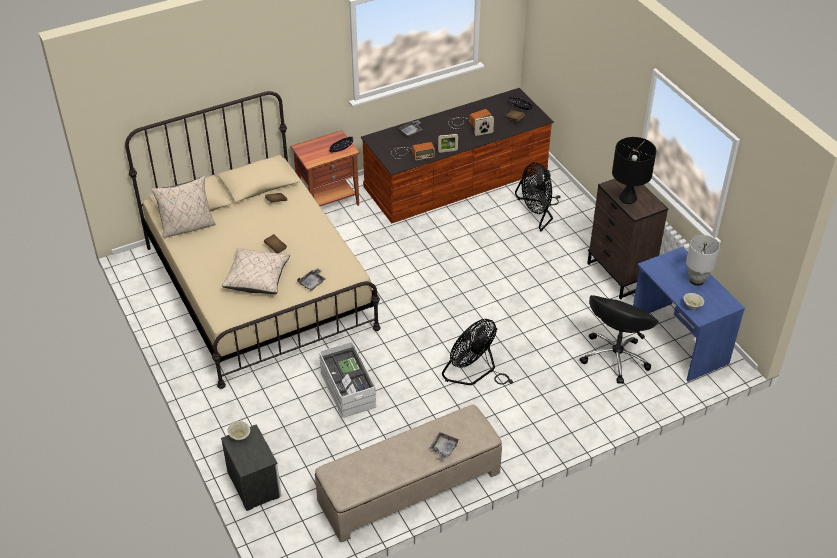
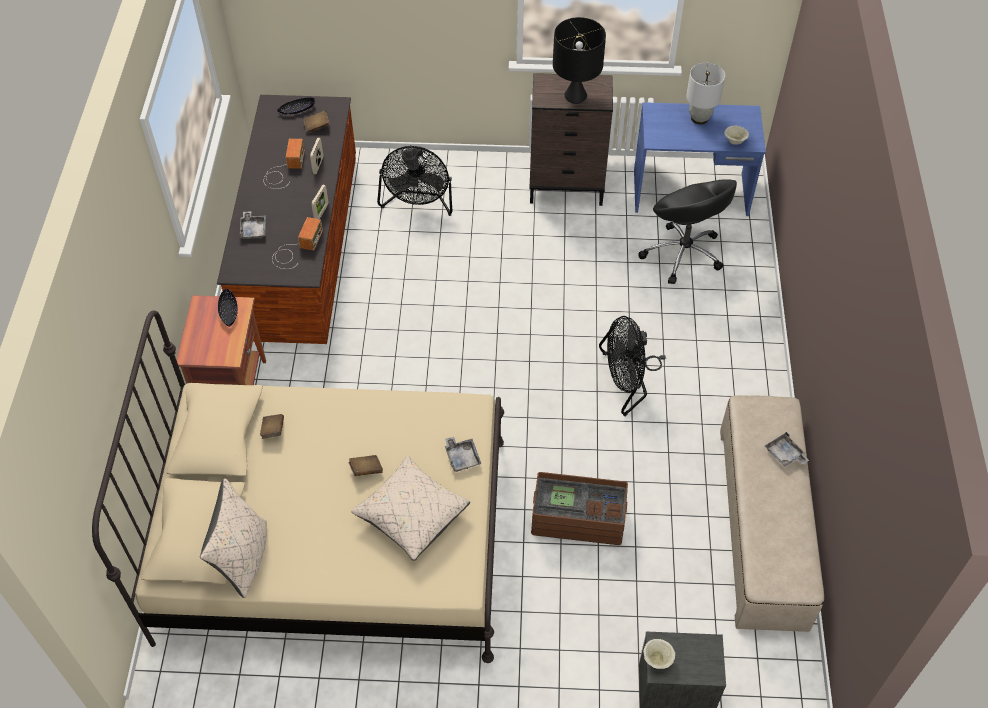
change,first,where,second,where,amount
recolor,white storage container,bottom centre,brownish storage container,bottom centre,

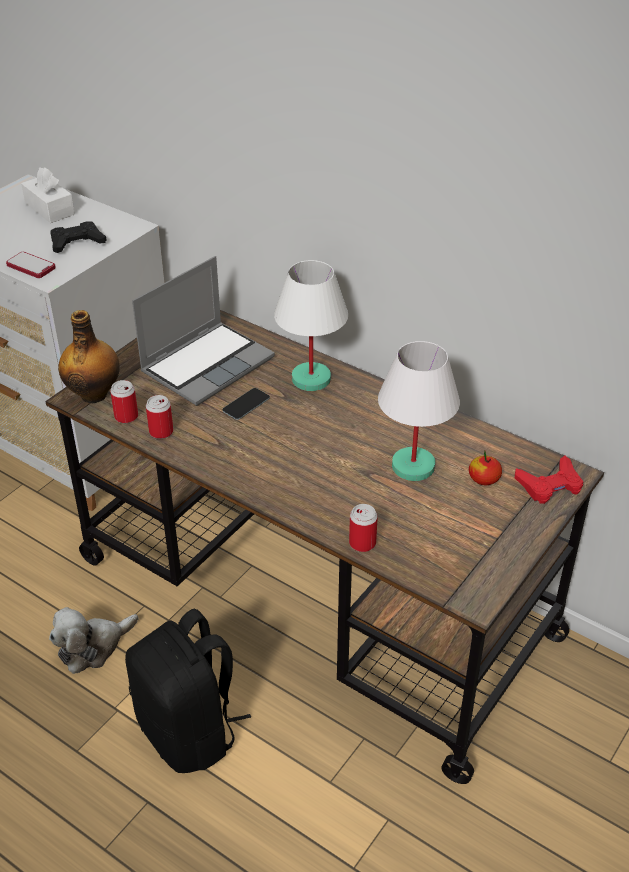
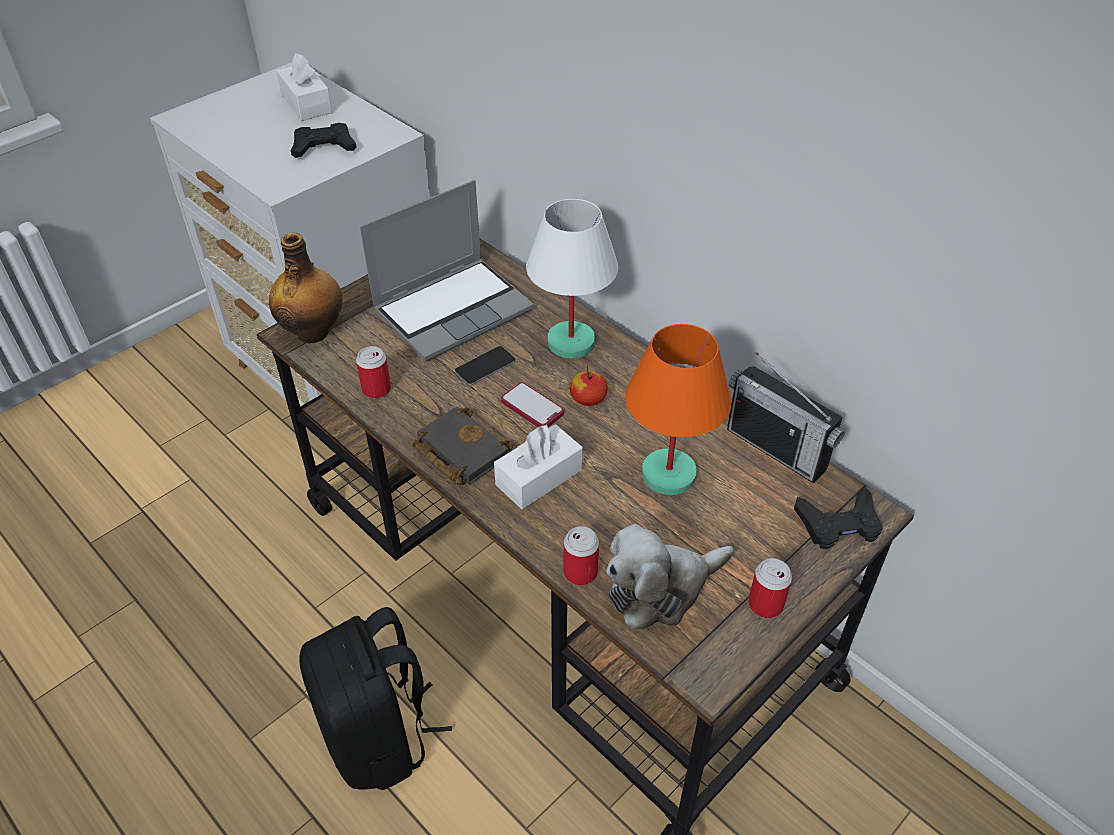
change,first,where,second,where,amount
insert,,,blackish volume,centre,
insert,,,white tissue box (2nd from left),centre,
move,handset (1st from left in the first image),top left,handset (2nd from left),centre,
move,whole apple,middle right,,centre,
move,cuddly toy,bottom left,,bottom centre,
recolor,white lamp for a table (2nd from left),centre,orangey lamp for a table,centre,
insert,,,radio,middle right,
move,sealed can (1st from left in the first image),middle left,sealed can (3rd from left),bottom right,
recolor,red joypad,middle right,blackish joypad (2nd from left),middle right,

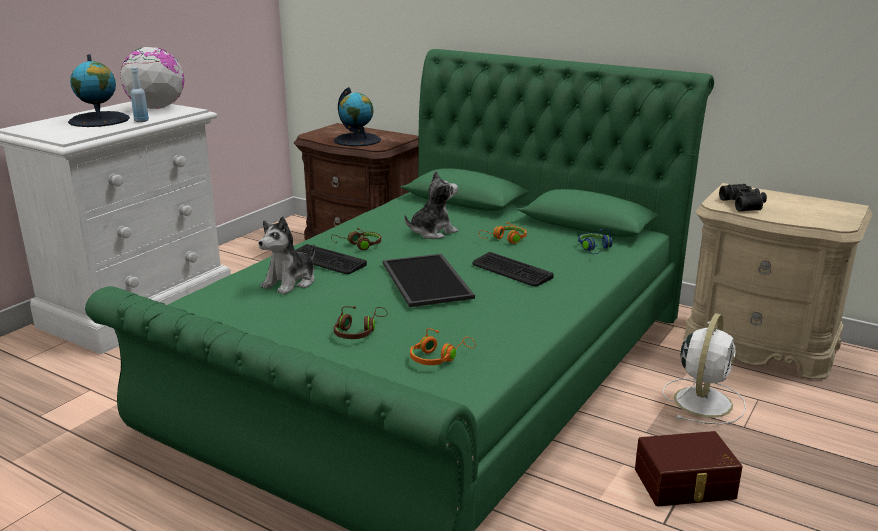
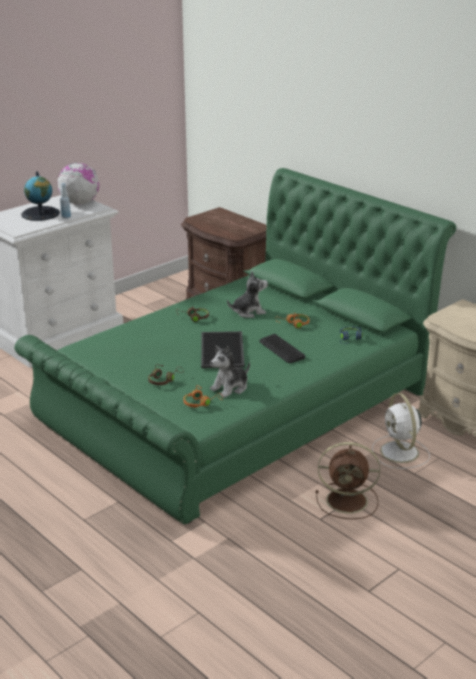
change,first,where,second,where,amount
move,cuddly toy (1st from left),middle left,,centre,
replace,brownish storage container,bottom right,brownish fan,bottom right,
rotate,white fan,bottom right,,middle right,120 degrees clockwise
delete,computer keyboard (1st from left),centre,,,
delete,globe (3rd from left),top centre,,,
delete,blackish binoculars,middle right,,,

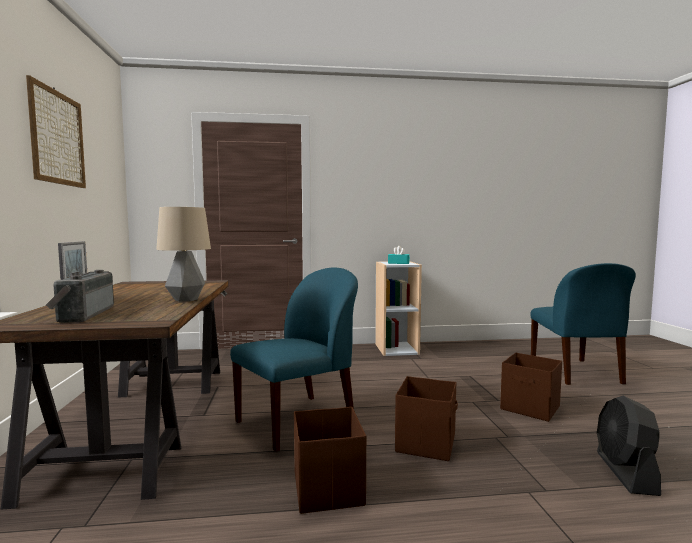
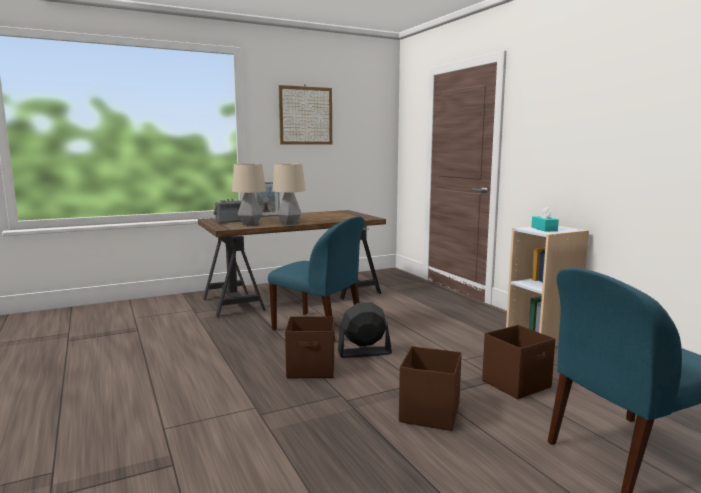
change,first,where,second,where,amount
insert,,,lamp for a table (1st from left),centre,
move,blackish fan,bottom right,,bottom centre,
move,brownish storage container (1st from left in the first image),bottom centre,brownish storage container (3rd from left),bottom right,

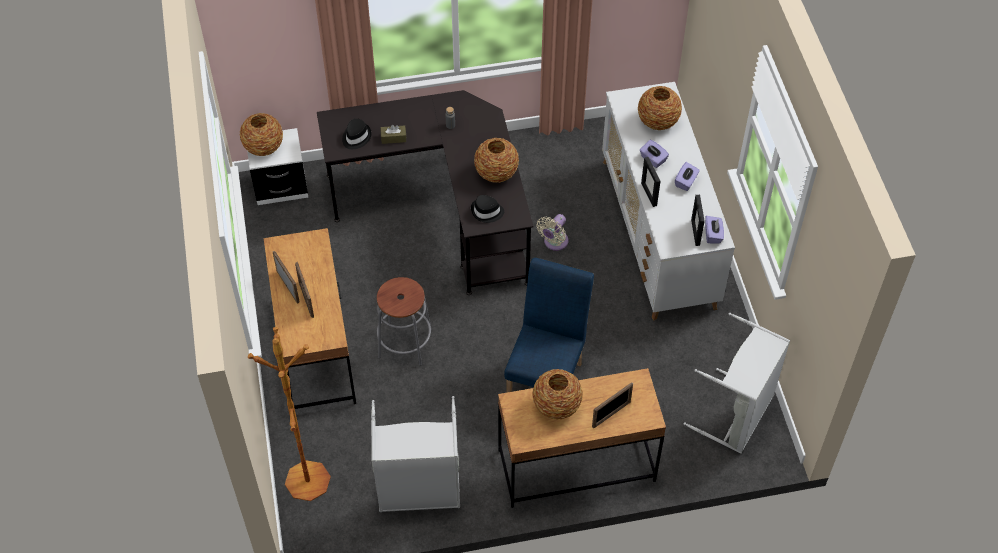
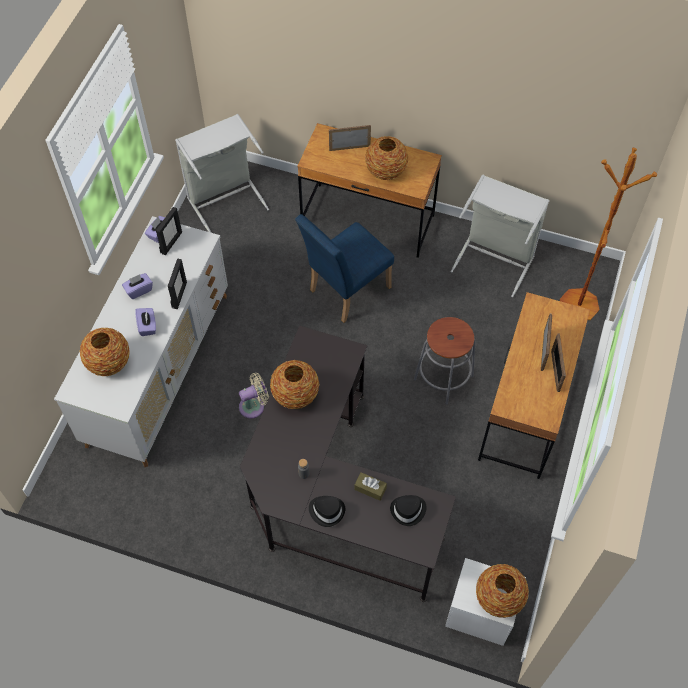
change,first,where,second,where,amount
move,blackish wearable hat (2nd from left in the first image),centre,blackish wearable hat (1st from left),bottom centre,

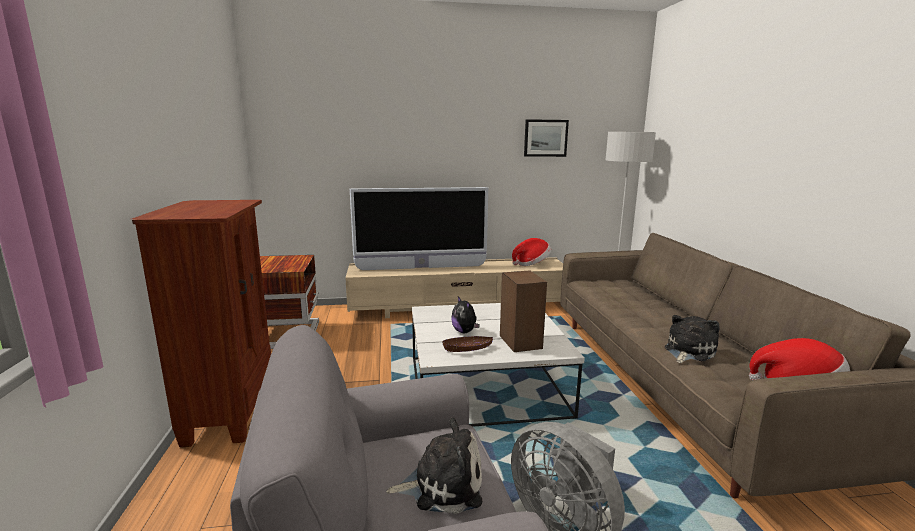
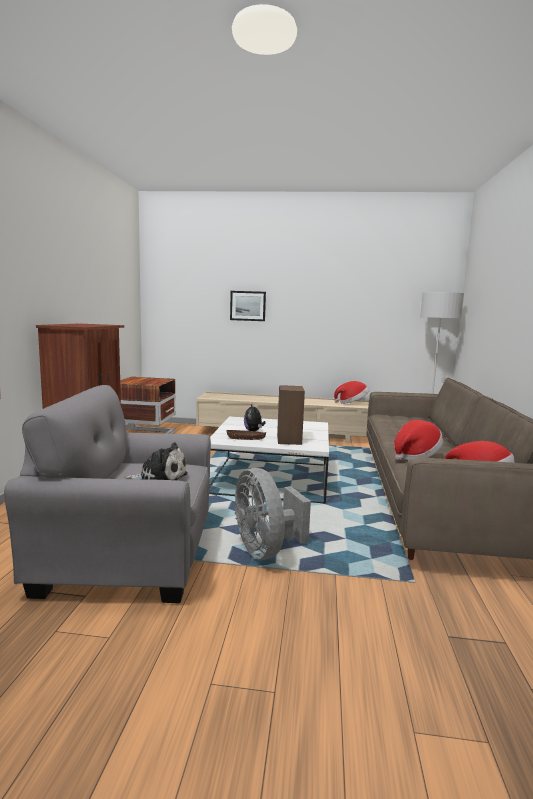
change,first,where,second,where,amount
move,wall picture,top centre,,centre,
replace,cuddly toy (3rd from left),middle right,wearable hat (2nd from left),middle right,
delete,TV,centre,,,

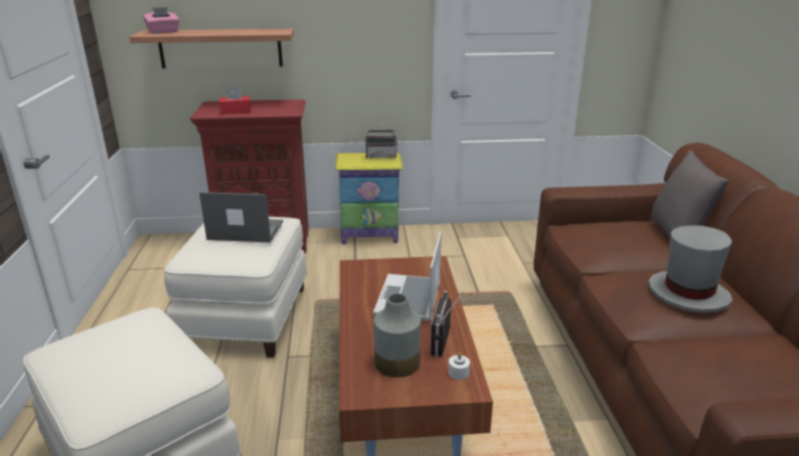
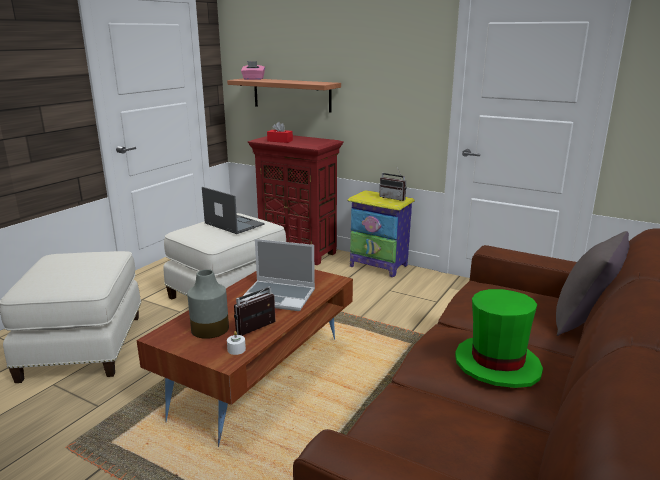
change,first,where,second,where,amount
rotate,portable computer (2nd from left),centre,,centre,120 degrees counterclockwise
recolor,grey wearable hat,middle right,green wearable hat,bottom right,

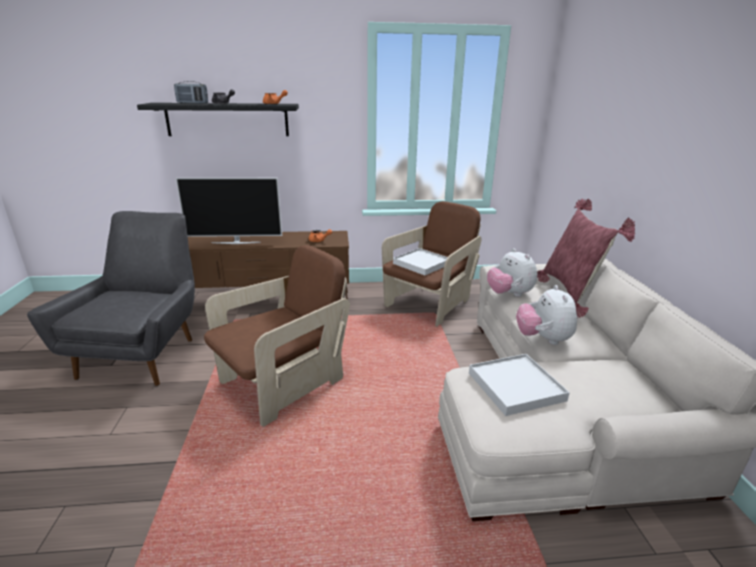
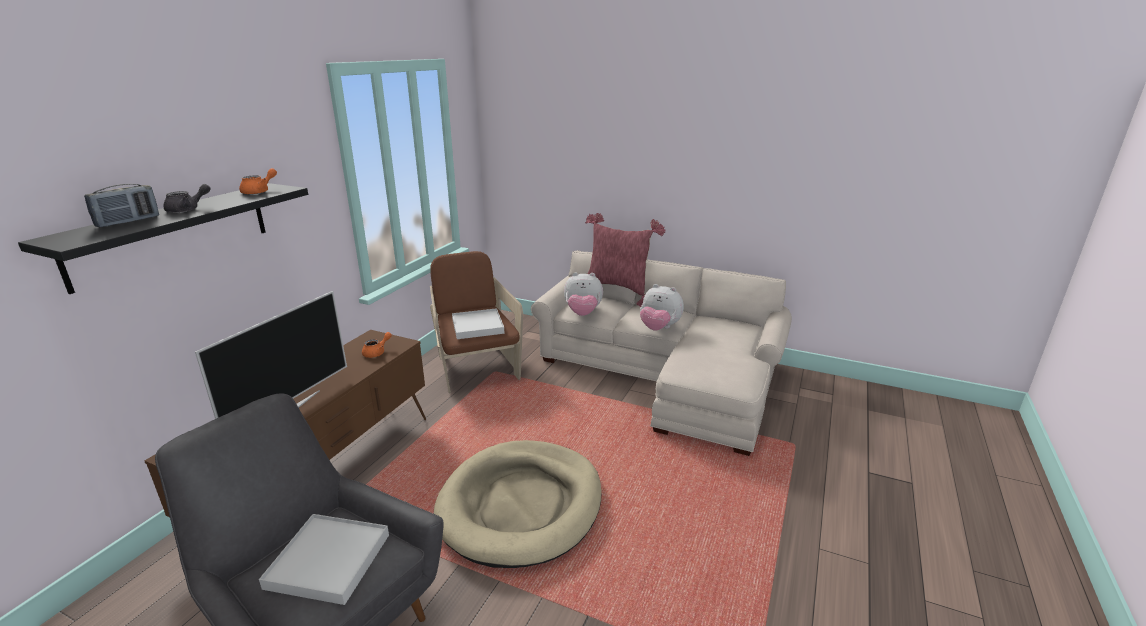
change,first,where,second,where,amount
move,white tray (2nd from left in the first image),bottom right,white tray (1st from left),bottom left,
replace,brownish lounge chair (1st from left),centre,sand-coloured dog bed,bottom centre,

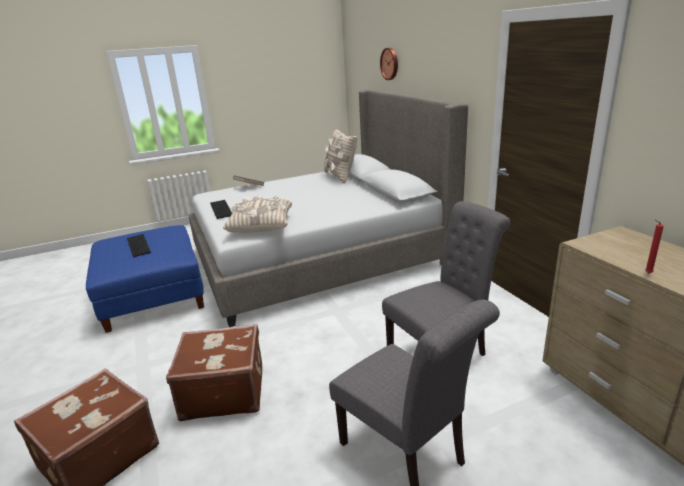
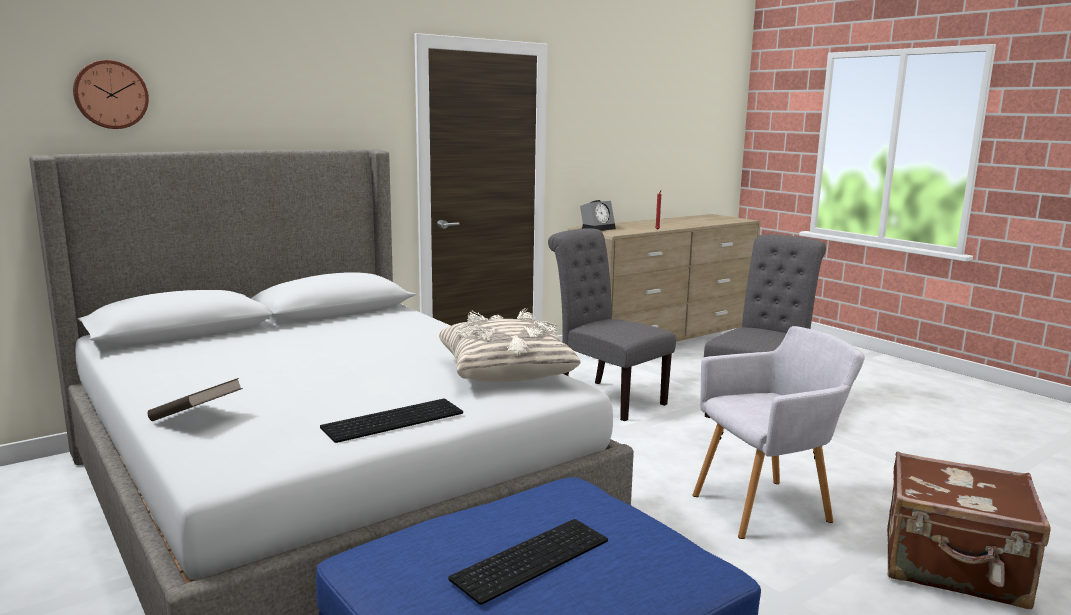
change,first,where,second,where,amount
insert,,,table clock,centre,
replace,brownish piece of luggage (2nd from left),bottom left,grey lounge chair,bottom right,
delete,sand-coloured pillow (2nd from left),top centre,,,

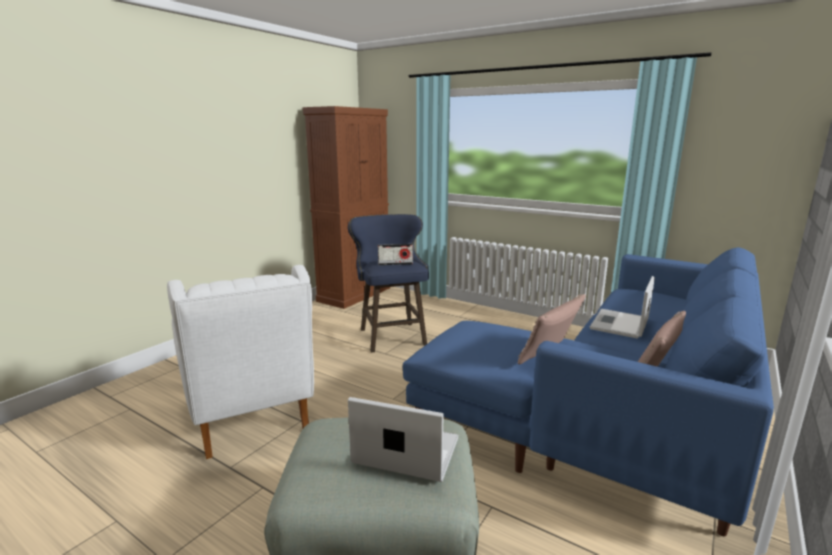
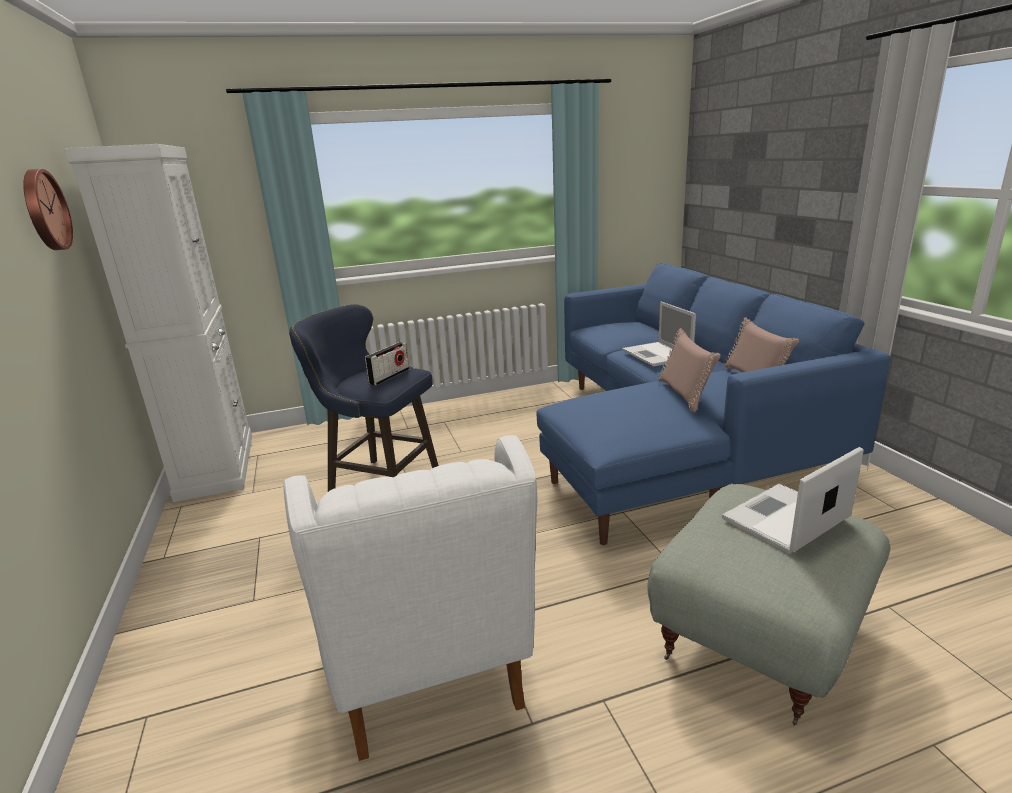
change,first,where,second,where,amount
insert,,,hanging clock,top left,
recolor,brownish cupboard,centre,white cupboard,middle left,
rotate,white lounge chair,middle left,,bottom centre,60 degrees clockwise

